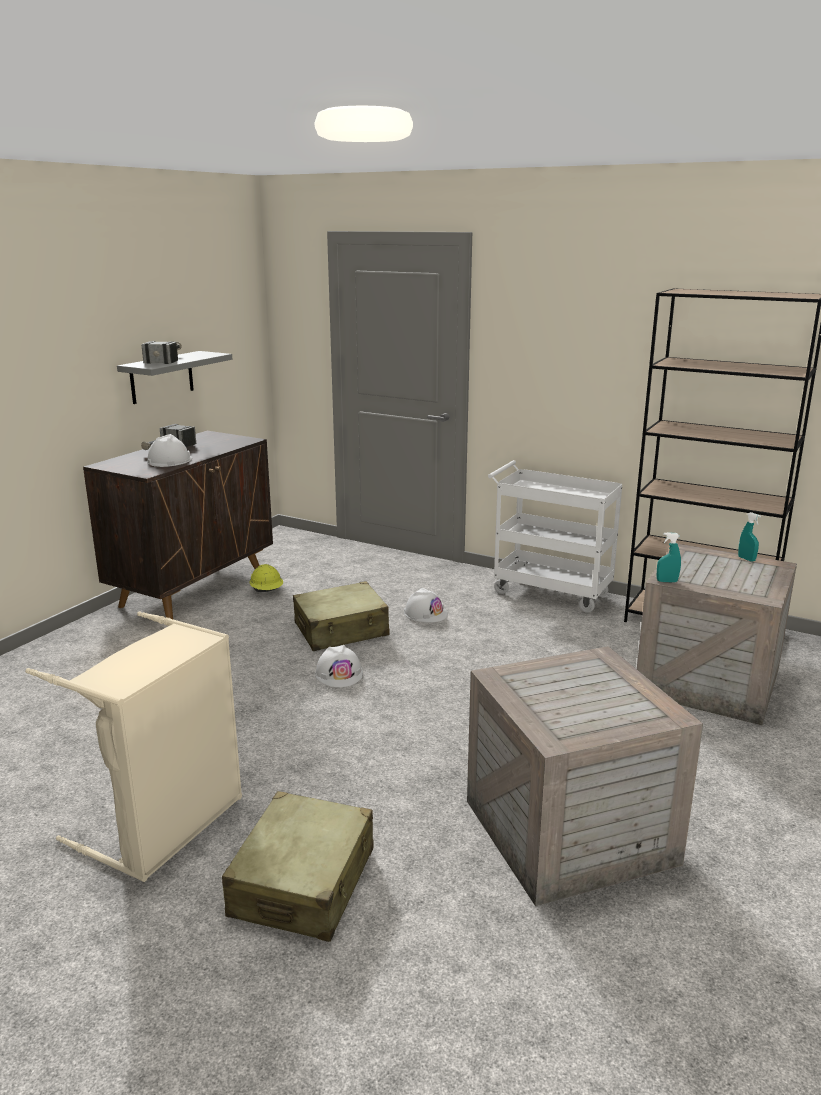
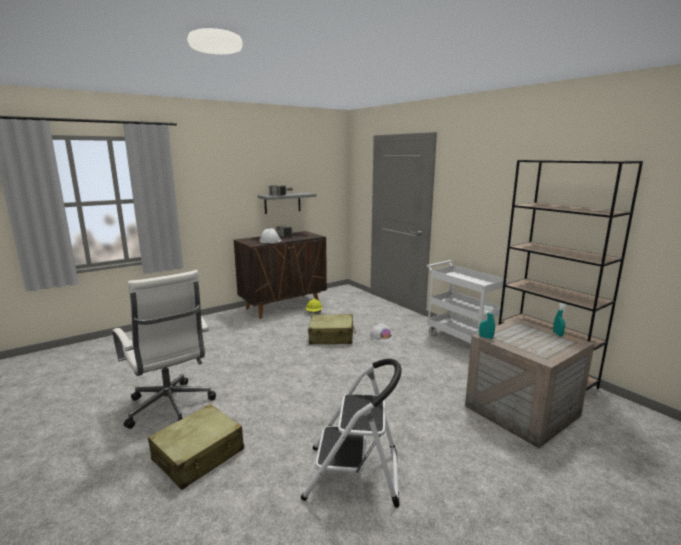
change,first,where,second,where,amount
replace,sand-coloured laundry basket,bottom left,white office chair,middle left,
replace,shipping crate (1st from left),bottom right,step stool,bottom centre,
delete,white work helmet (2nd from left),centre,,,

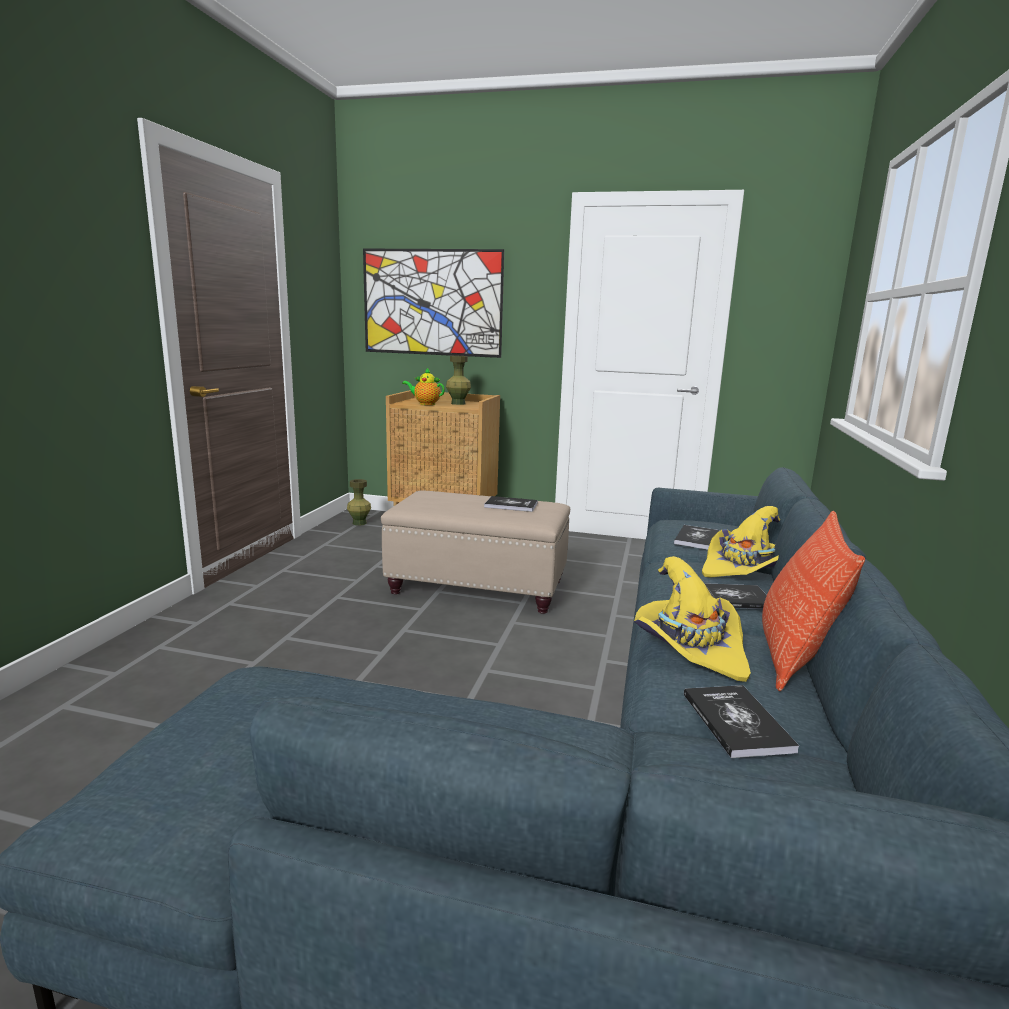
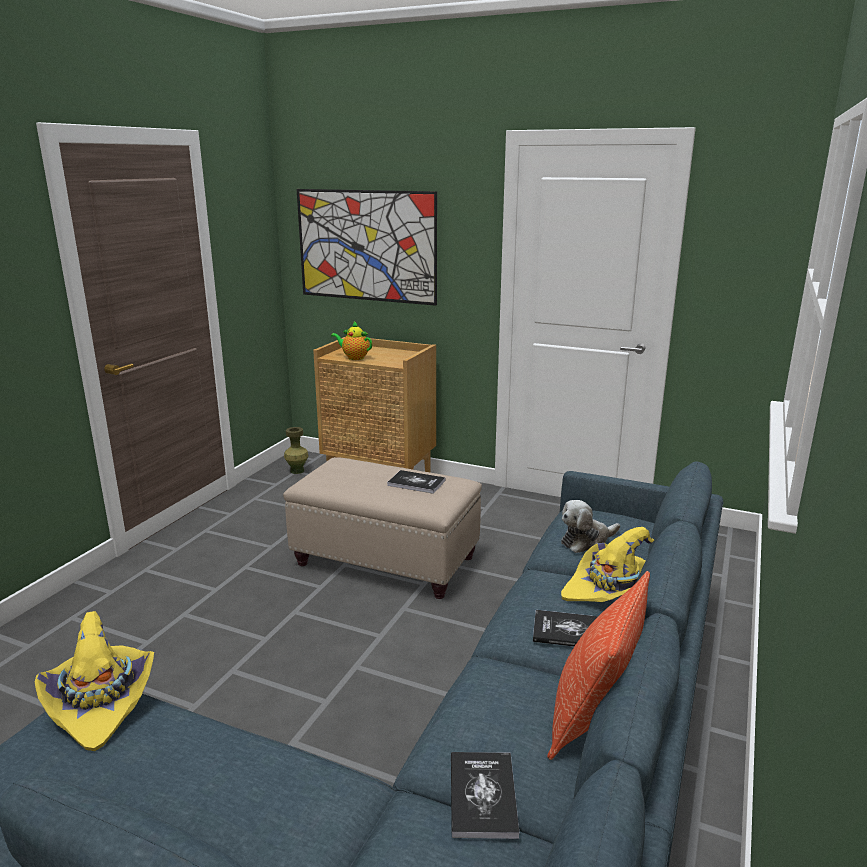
change,first,where,second,where,amount
move,yellowish wearable hat (1st from left),middle right,,bottom left,
replace,volume (2nd from left),middle right,cuddly toy,middle right,
delete,green vase (2nd from left),centre,,,

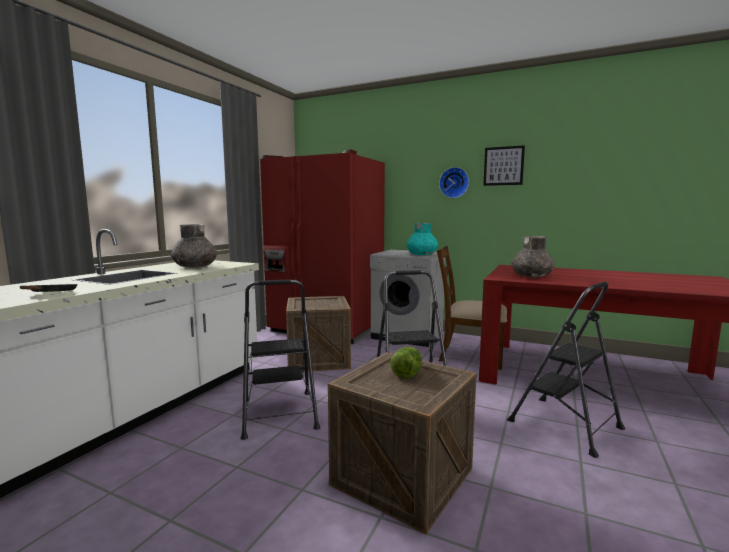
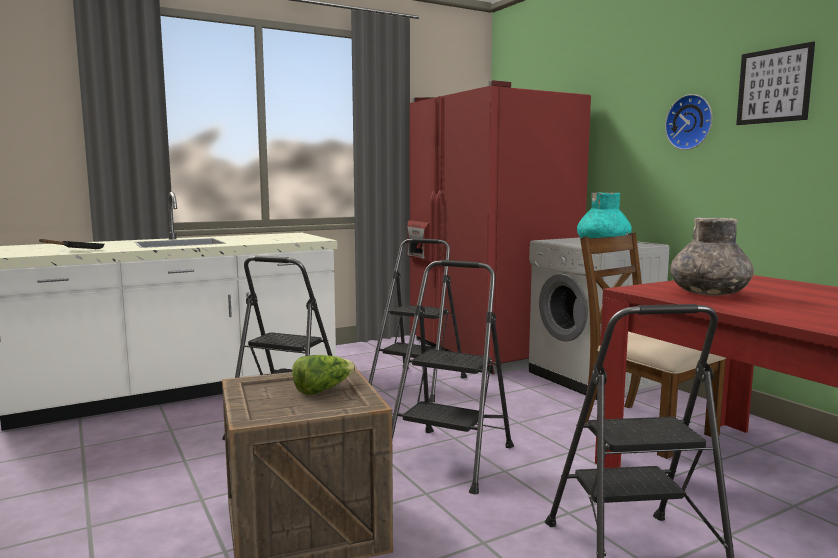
change,first,where,second,where,amount
replace,shipping crate (1st from left),centre,blackish step stool (2nd from left),centre,
delete,grey vase (1st from left),middle left,,,

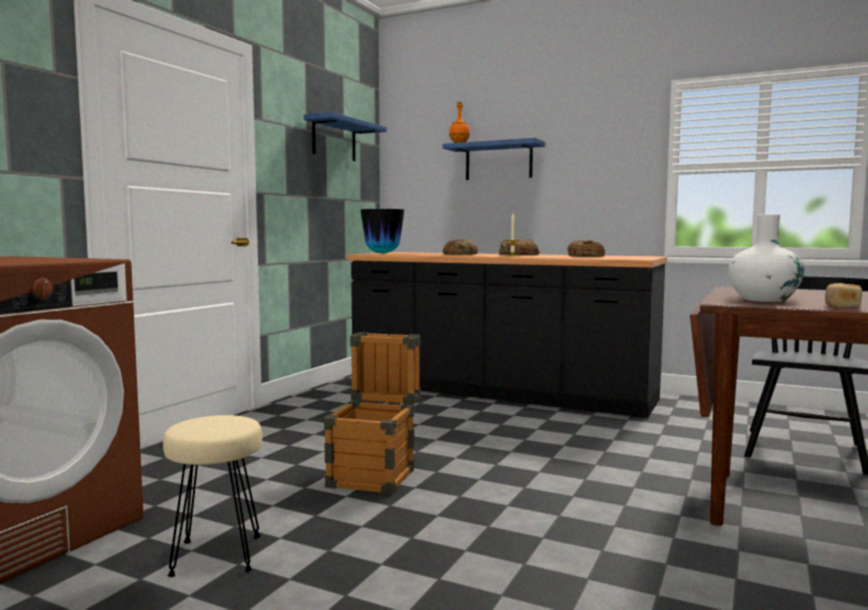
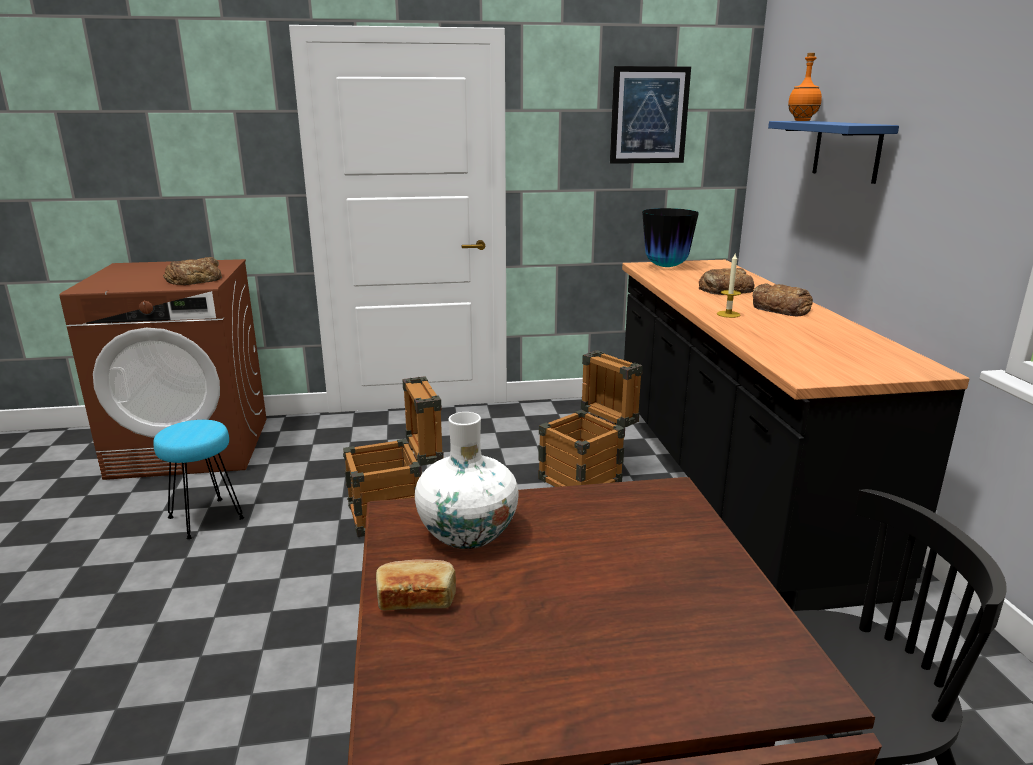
change,first,where,second,where,amount
recolor,sand-coloured stool seat,bottom left,turquoise stool seat,middle left,
move,baked bread (3rd from left in the first image),middle right,baked bread (1st from left),middle left,
insert,,,shipping crate (2nd from left),centre,
replace,blue-coloured bracket shelf (1st from left),top centre,wall picture,top centre,

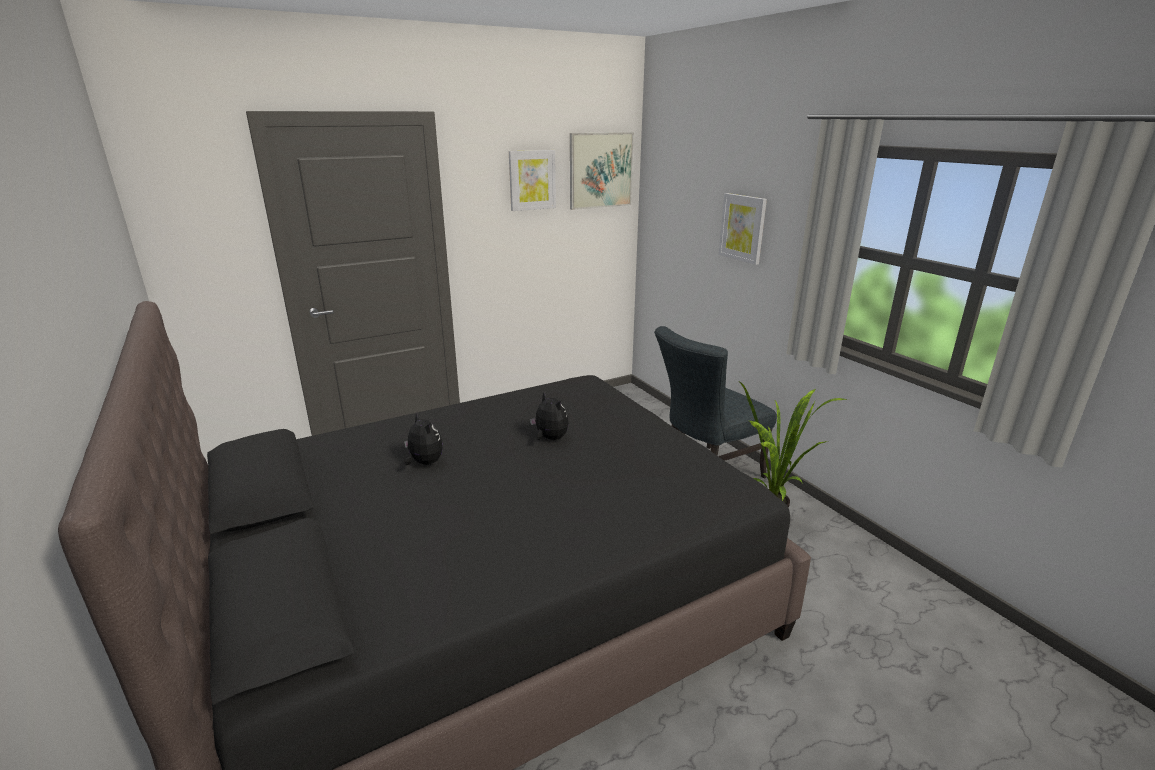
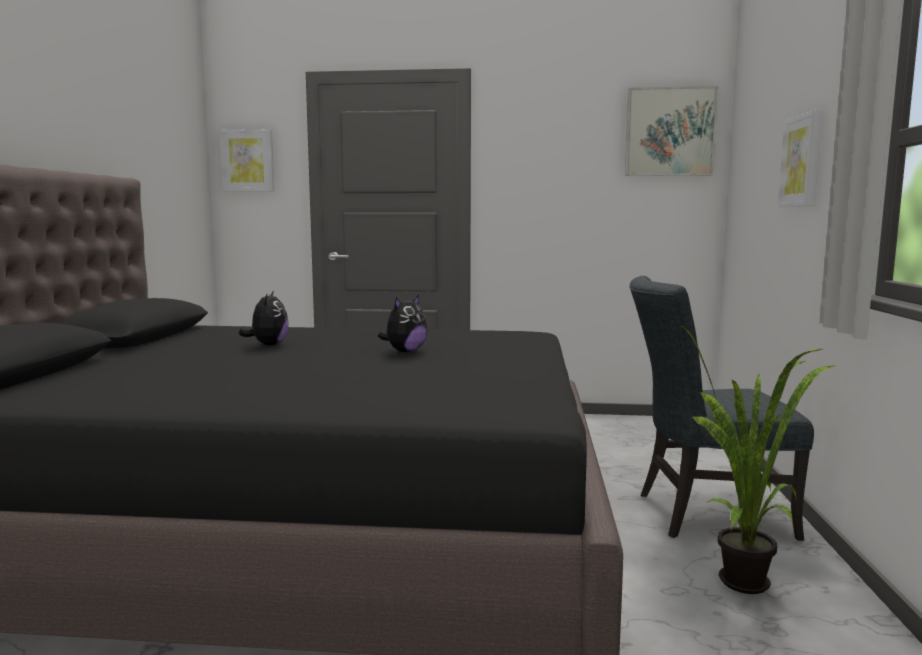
change,first,where,second,where,amount
move,wall picture (1st from left),top centre,,top left,
rotate,cuddly toy (2nd from left),centre,,centre,45 degrees clockwise

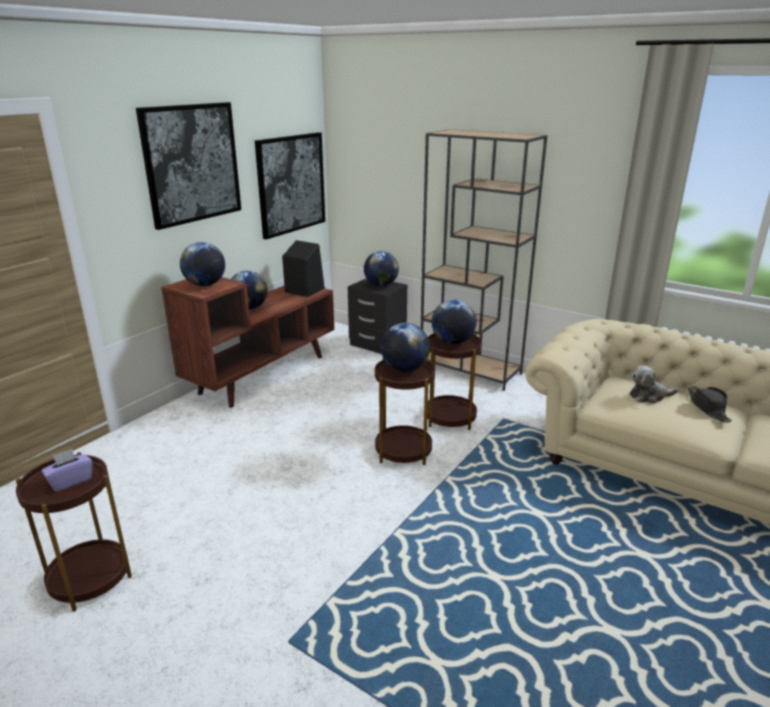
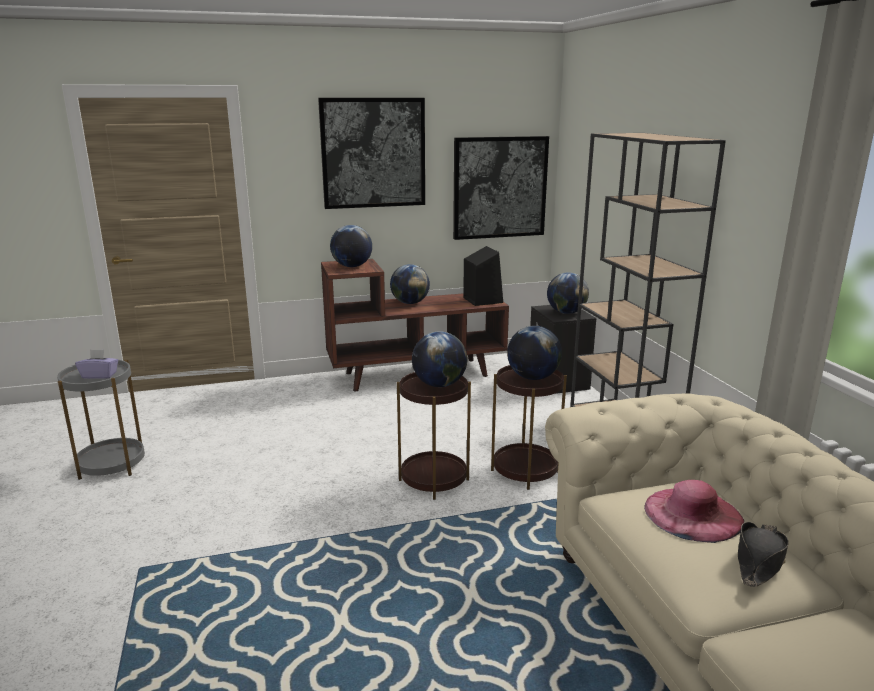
change,first,where,second,where,amount
recolor,brownish end table (1st from left),bottom left,grey end table,middle left,
replace,cuddly toy,middle right,pink wearable hat,bottom right,

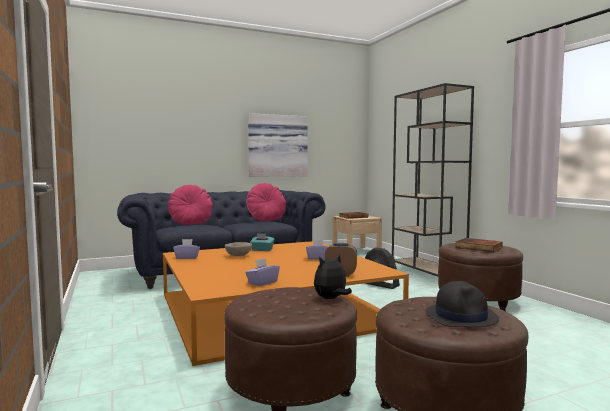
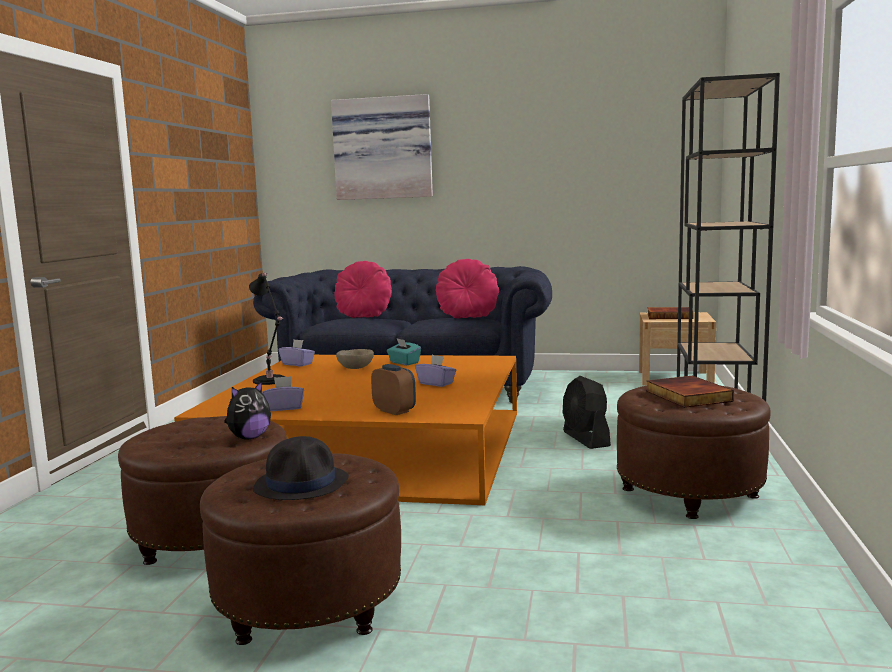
change,first,where,second,where,amount
rotate,cuddly toy,bottom centre,,middle left,135 degrees clockwise
insert,,,blackish lamp for a table,middle left,
move,wall picture,centre,,top centre,

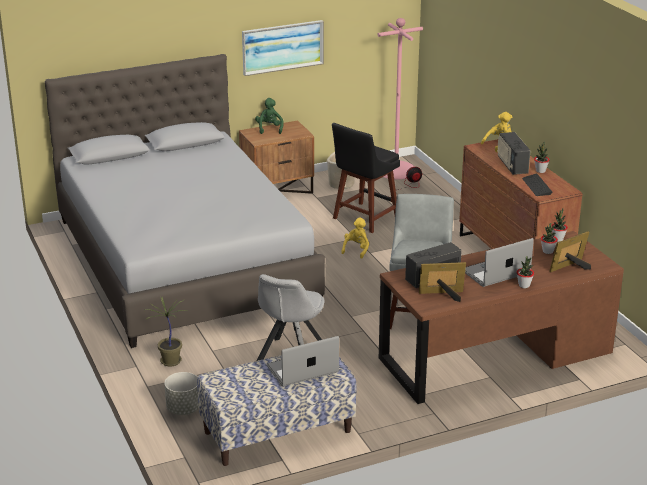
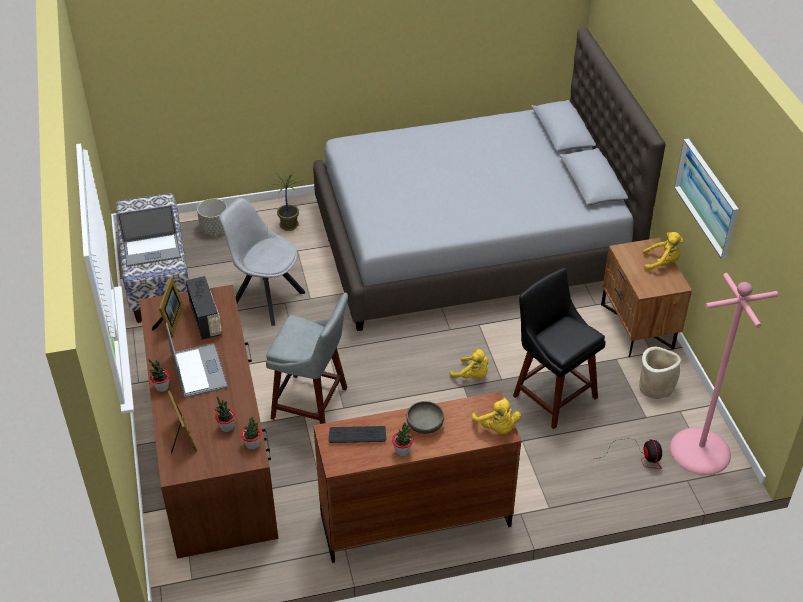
change,first,where,second,where,amount
rotate,portable computer (1st from left),bottom centre,,middle left,90 degrees clockwise
replace,radio (2nd from left),top right,grey serving bowl,bottom centre,
recolor,green cuddly toy,top centre,yellowish cuddly toy (3rd from left),middle right,

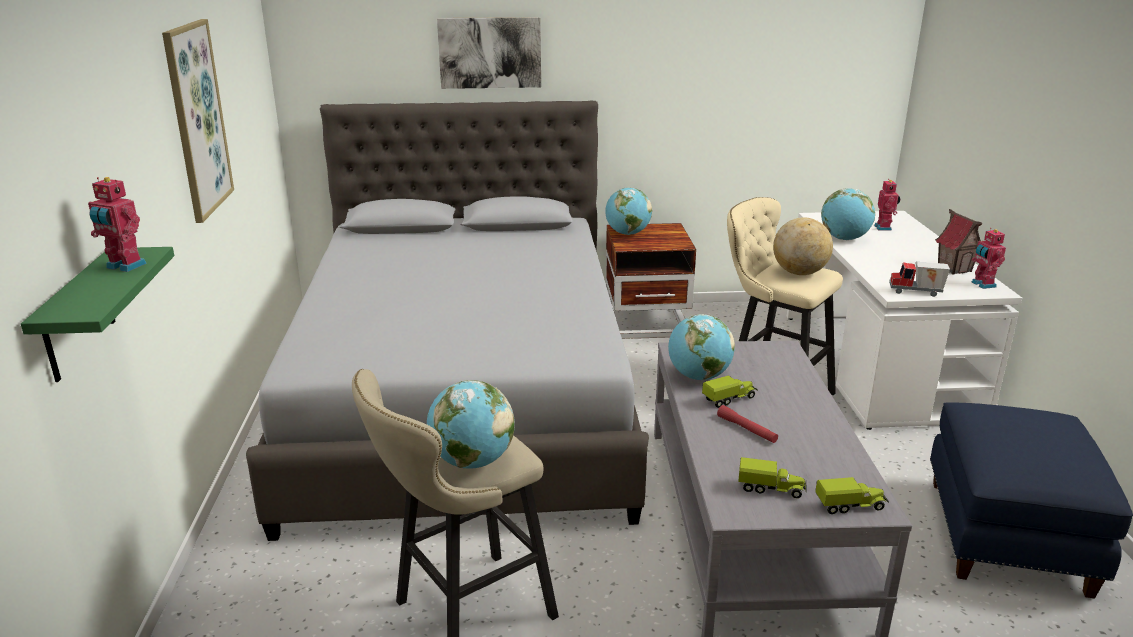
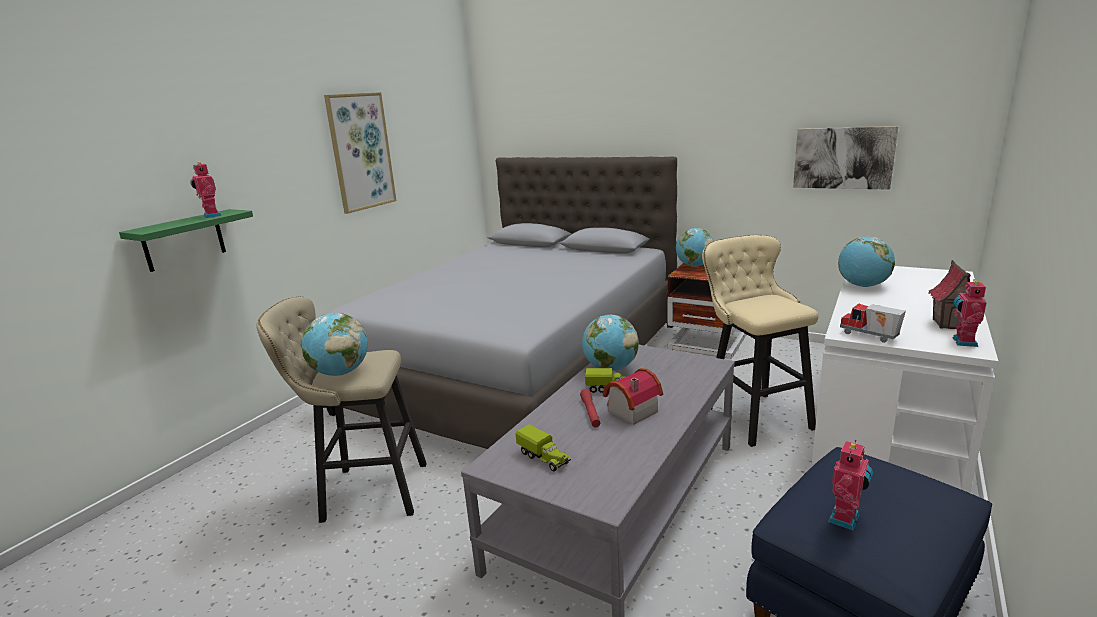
change,first,where,second,where,amount
insert,,,toy house (1st from left),centre,
move,wall picture (2nd from left),top centre,,top right,
move,toy robot (2nd from left),top right,,bottom right,
delete,globe (4th from left),middle right,,,
delete,toy lorry (3rd from left),bottom right,,,

